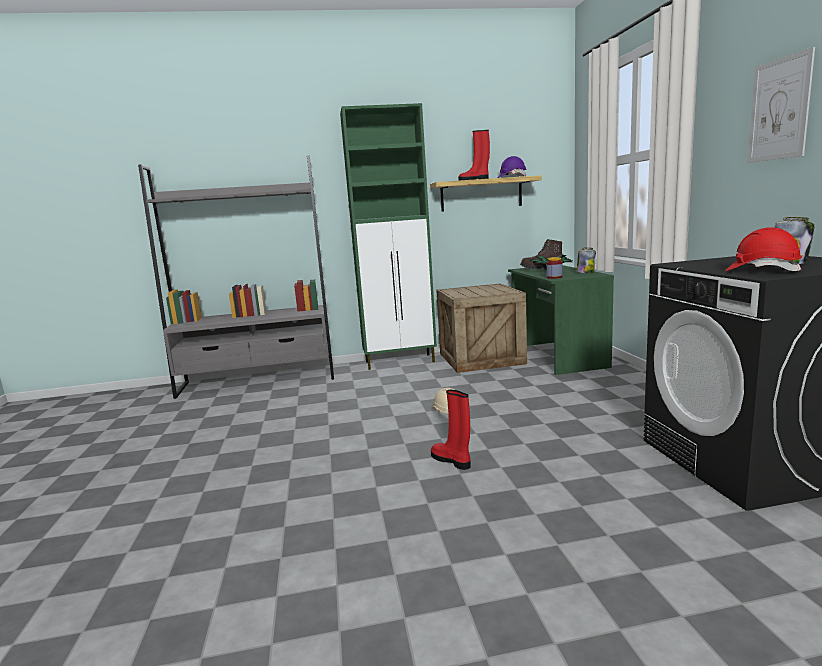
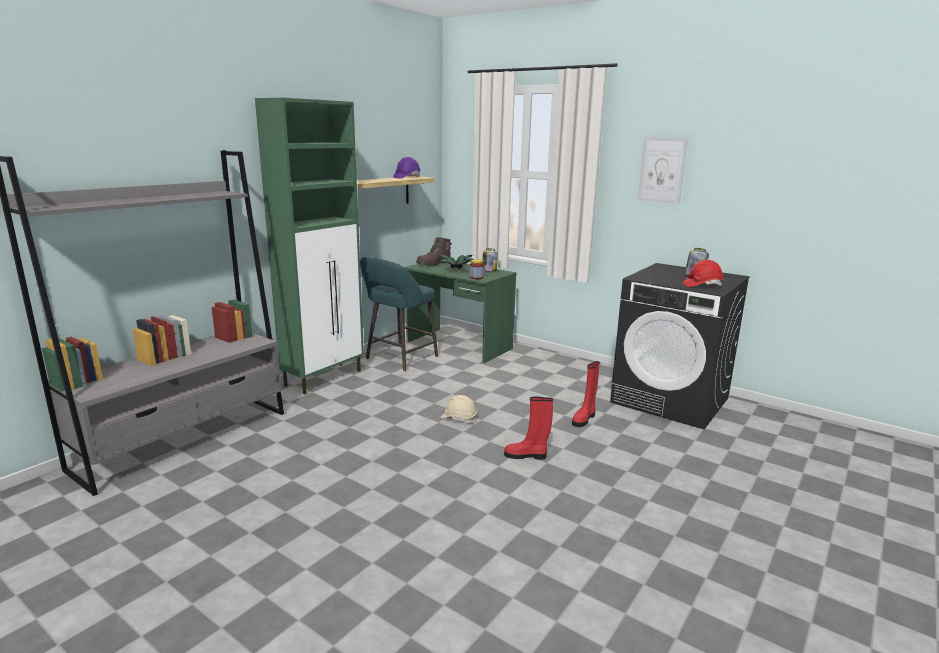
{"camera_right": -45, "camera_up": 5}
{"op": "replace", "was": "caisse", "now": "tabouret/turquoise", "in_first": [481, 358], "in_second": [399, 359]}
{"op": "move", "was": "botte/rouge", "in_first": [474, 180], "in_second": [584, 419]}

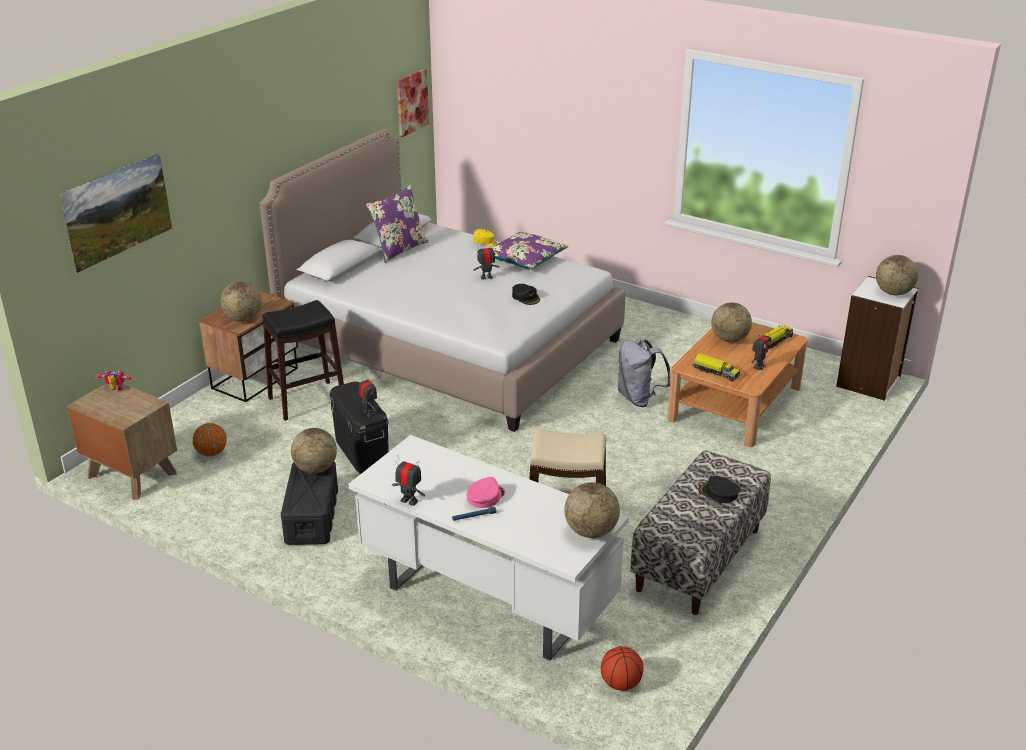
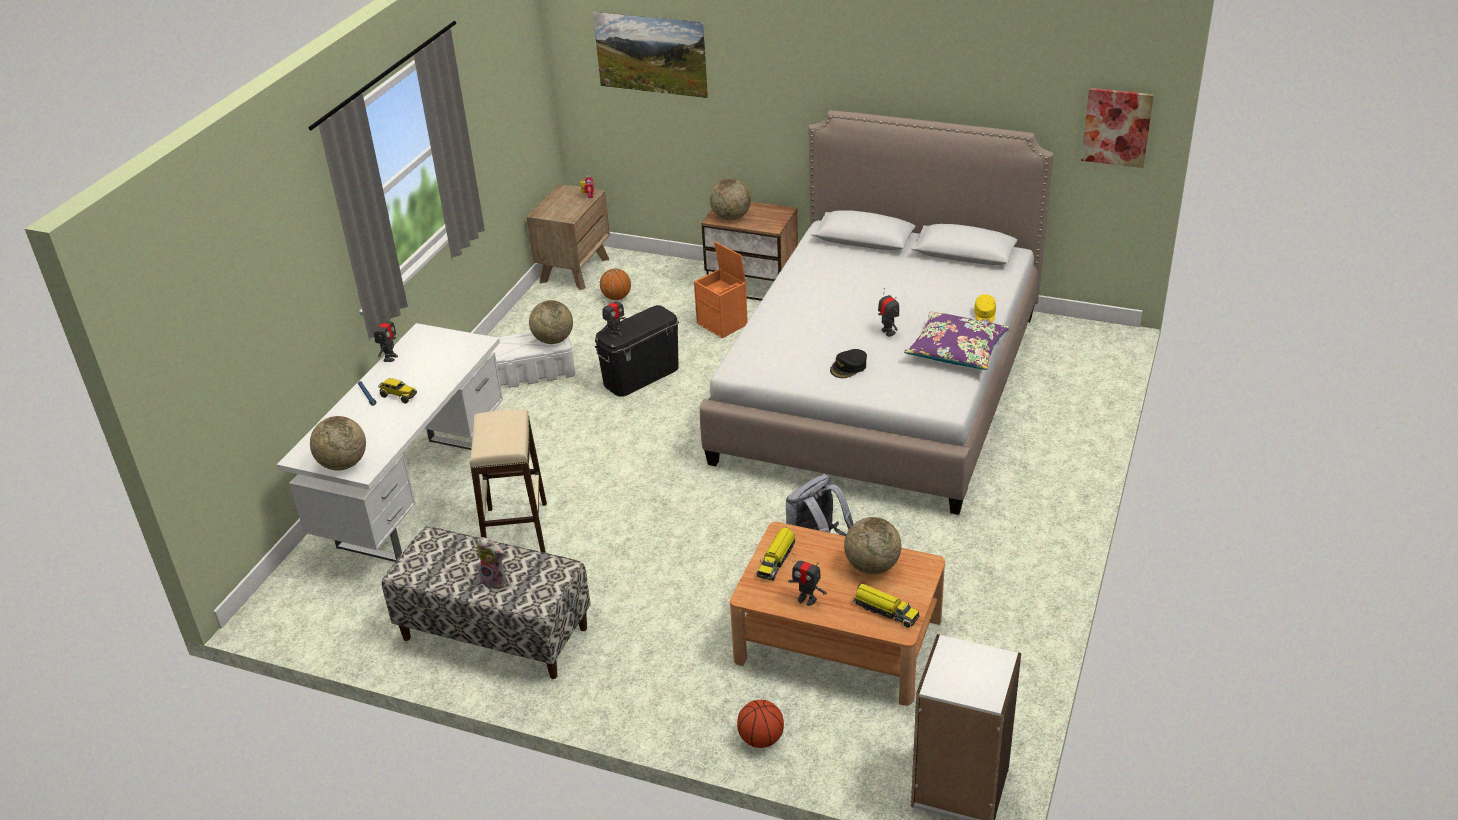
{"camera_right": 80, "camera_up": 5}
{"op": "replace", "was": "casquette/rose", "now": "camion jouet", "in_first": [485, 496], "in_second": [398, 396]}
{"op": "replace", "was": "casquette/noir", "now": "peluche", "in_first": [718, 493], "in_second": [495, 580]}
{"op": "recolor", "was": "boîte de rangement/noir", "now": "boîte de rangement/blanc", "in_first": [312, 516], "in_second": [531, 372]}
{"op": "replace", "was": "tabouret/noir", "now": "boîte de rangement/orange", "in_first": [307, 400], "in_second": [723, 324]}
{"op": "move", "was": "ballon de basket", "in_first": [620, 683], "in_second": [761, 739]}
{"op": "delete", "was": "coussin/violet", "in_first": [399, 249]}
{"op": "delete", "was": "globe", "in_first": [893, 293]}

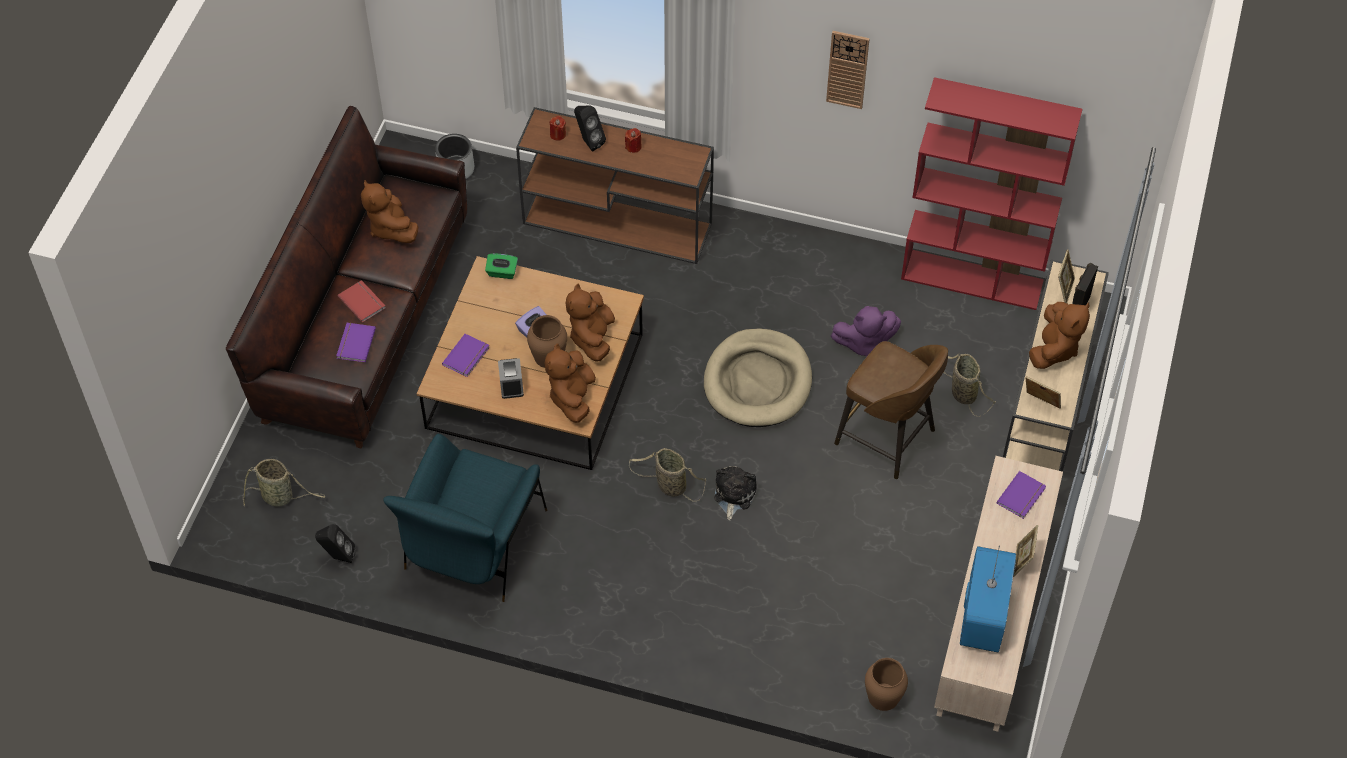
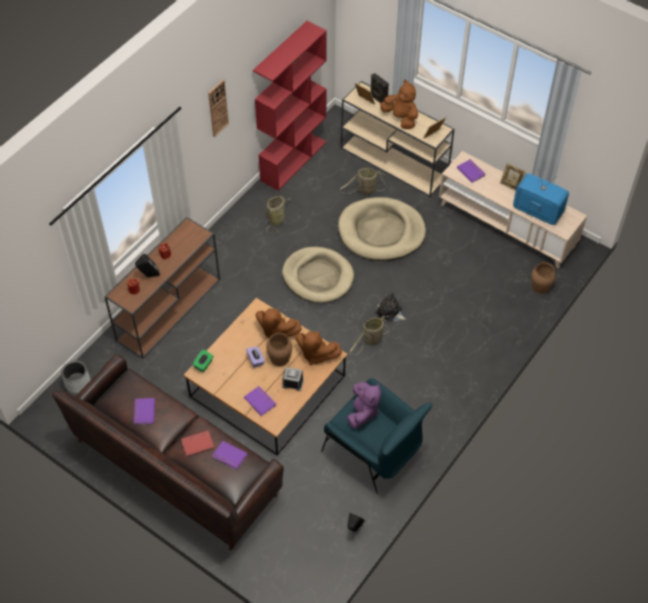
{"camera_right": -70, "camera_up": 0}
{"op": "replace", "was": "peluche/marron", "now": "livre/violet", "in_first": [391, 228], "in_second": [143, 412]}
{"op": "move", "was": "panier", "in_first": [280, 497], "in_second": [277, 219]}
{"op": "replace", "was": "tabouret/marron", "now": "panier pour chien/beige", "in_first": [887, 438], "in_second": [381, 232]}
{"op": "move", "was": "peluche/violet", "in_first": [864, 343], "in_second": [363, 412]}

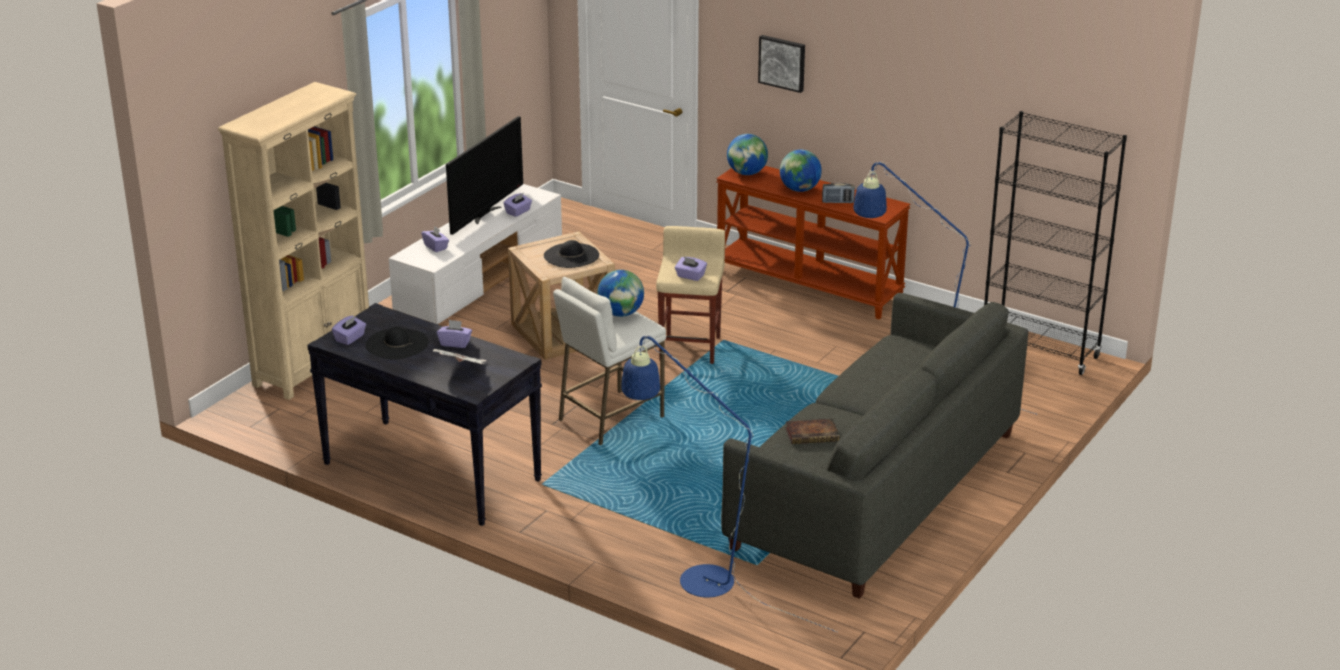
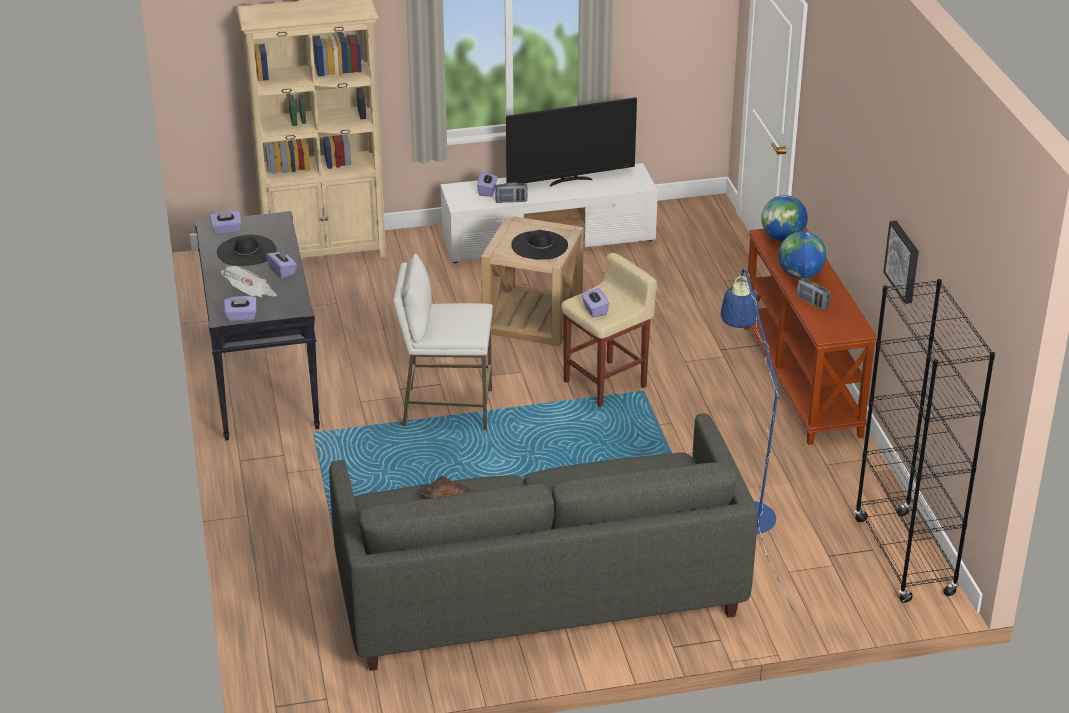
{"camera_right": 45, "camera_up": 5}
{"op": "move", "was": "boîte à mouchoirs/violet", "in_first": [518, 212], "in_second": [241, 317]}
{"op": "insert", "now": "radio", "in_second": [511, 201]}
{"op": "move", "was": "tableau", "in_first": [782, 62], "in_second": [904, 261]}
{"op": "delete", "was": "globe", "in_first": [621, 313]}
{"op": "delete", "was": "lampadaire/bleu", "in_first": [694, 576]}

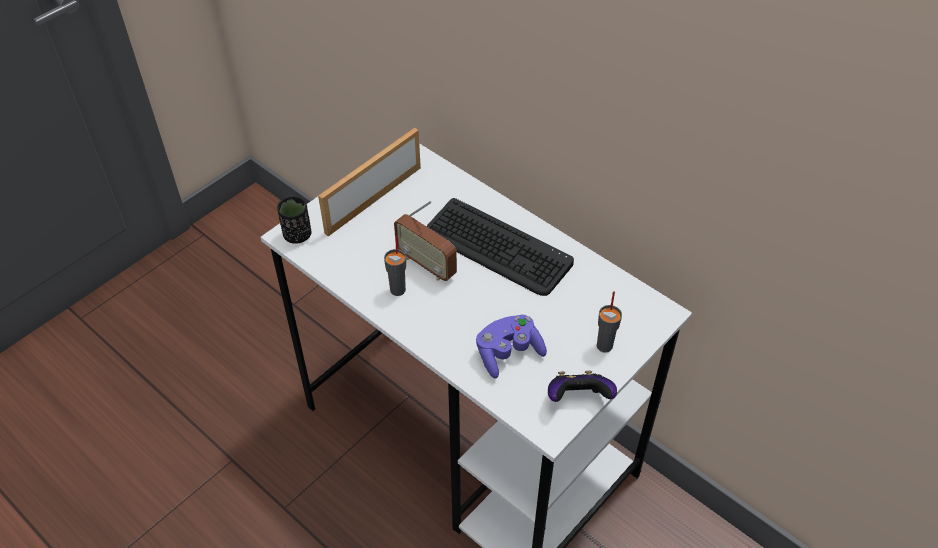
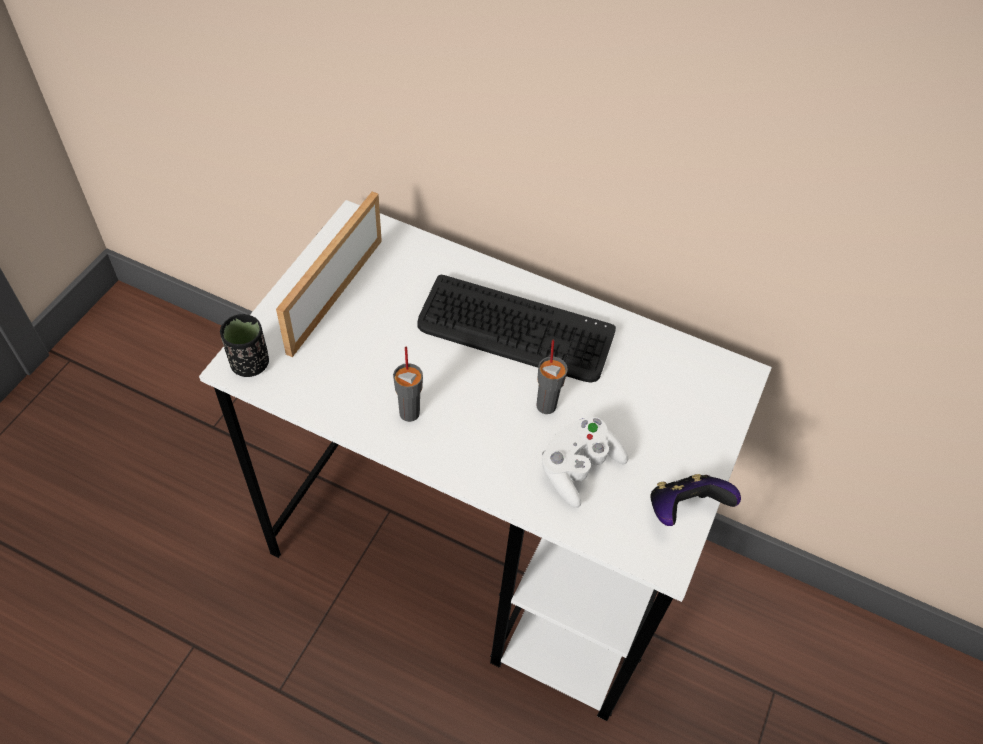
{"camera_right": -20, "camera_up": 5}
{"op": "move", "was": "tasse/gris", "in_first": [605, 345], "in_second": [546, 405]}
{"op": "recolor", "was": "manette/violet", "now": "manette/blanc", "in_first": [508, 353], "in_second": [578, 469]}
{"op": "delete", "was": "radio", "in_first": [426, 265]}

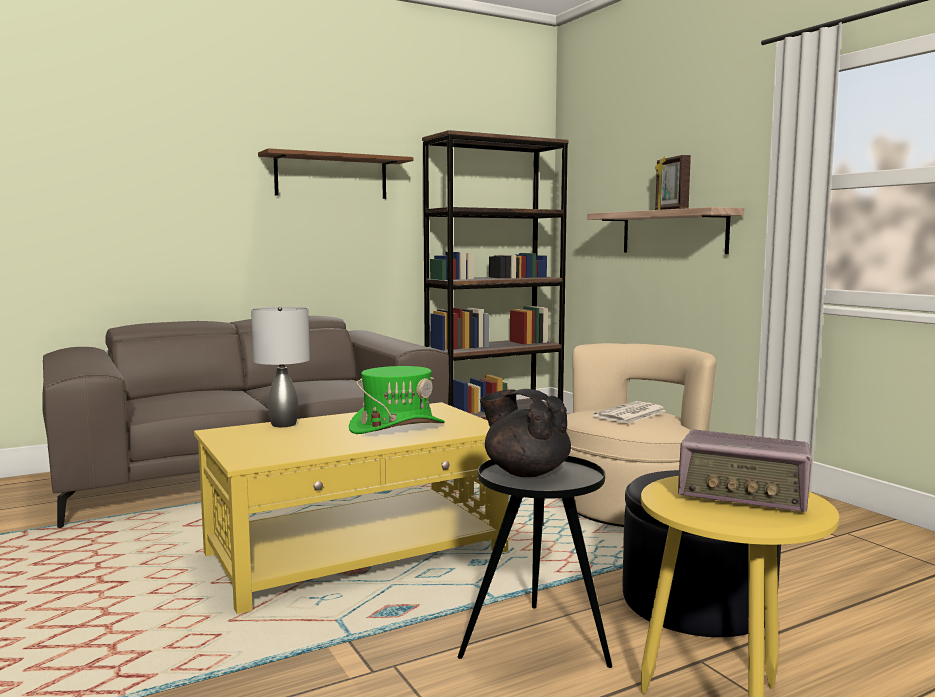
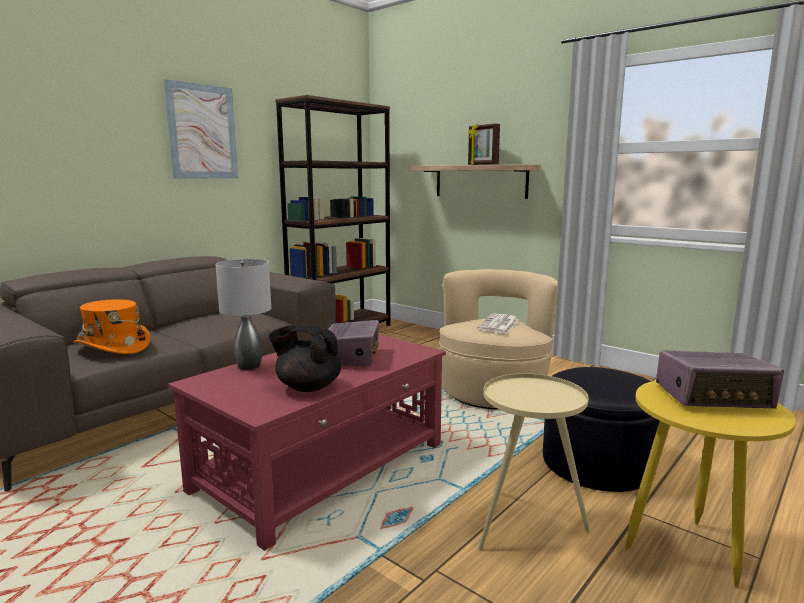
{"camera_right": -20, "camera_up": 5}
{"op": "insert", "now": "chapeau/orange", "in_second": [113, 347]}
{"op": "replace", "was": "étagère/marron", "now": "tableau", "in_first": [331, 176], "in_second": [202, 132]}
{"op": "recolor", "was": "table basse/jaune", "now": "table basse/rouge", "in_first": [358, 553], "in_second": [323, 467]}
{"op": "move", "was": "théière/noir", "in_first": [525, 472], "in_second": [307, 387]}
{"op": "replace", "was": "chapeau/vert", "now": "radio", "in_first": [397, 427], "in_second": [351, 357]}
{"op": "recolor", "was": "table d'appoint/noir", "now": "table d'appoint/beige", "in_first": [538, 646], "in_second": [526, 525]}

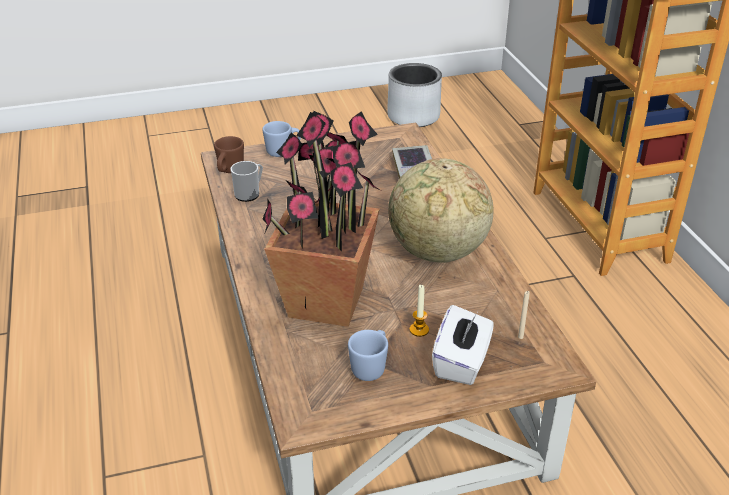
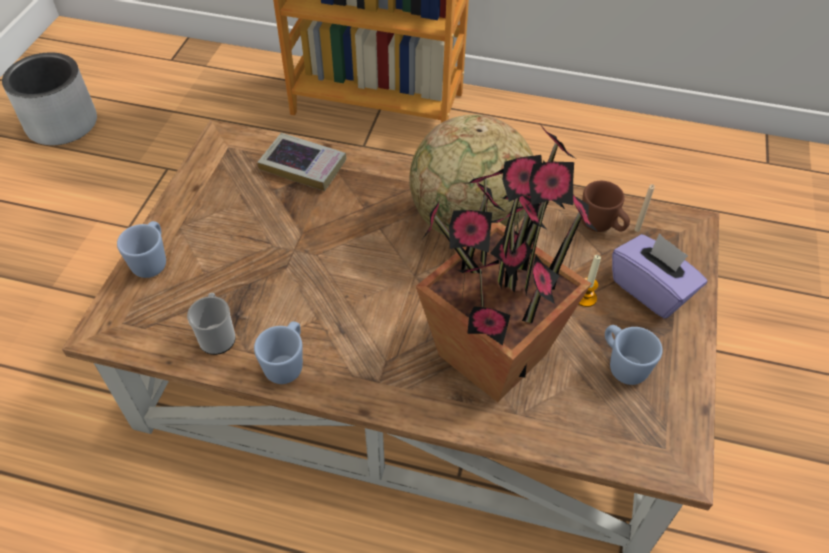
{"camera_right": -60, "camera_up": 15}
{"op": "insert", "now": "mug/bleu", "in_second": [287, 363]}
{"op": "move", "was": "mug/marron", "in_first": [229, 171], "in_second": [601, 226]}
{"op": "recolor", "was": "boîte à mouchoirs/blanc", "now": "boîte à mouchoirs/violet", "in_first": [461, 362], "in_second": [651, 289]}

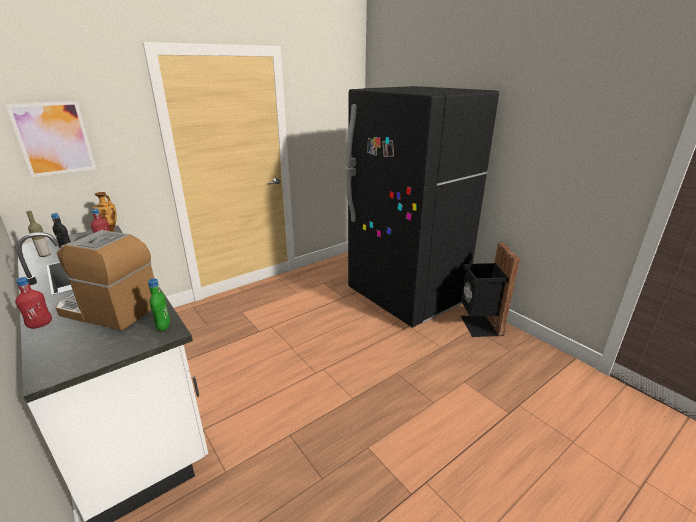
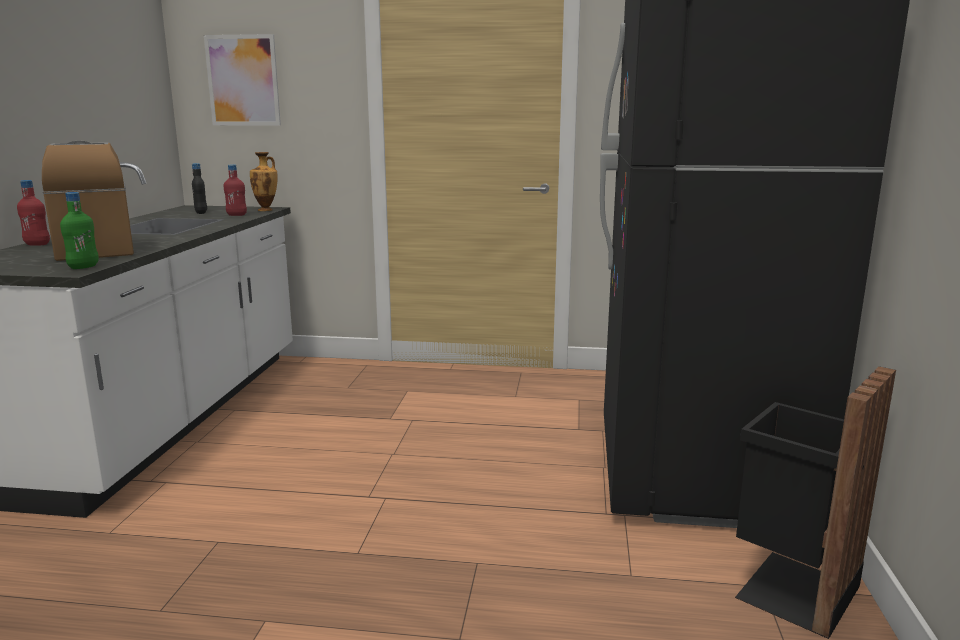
{"camera_right": 45, "camera_up": -10}
{"op": "delete", "was": "bouteille", "in_first": [45, 255]}

